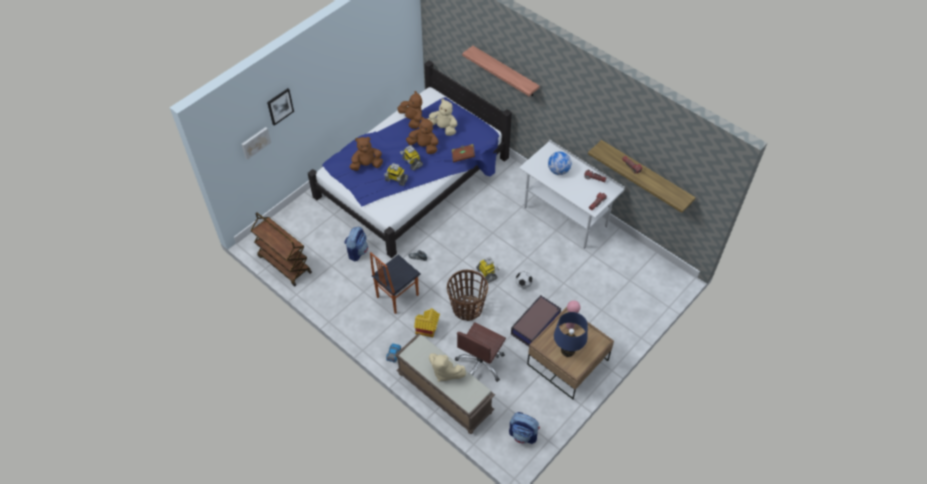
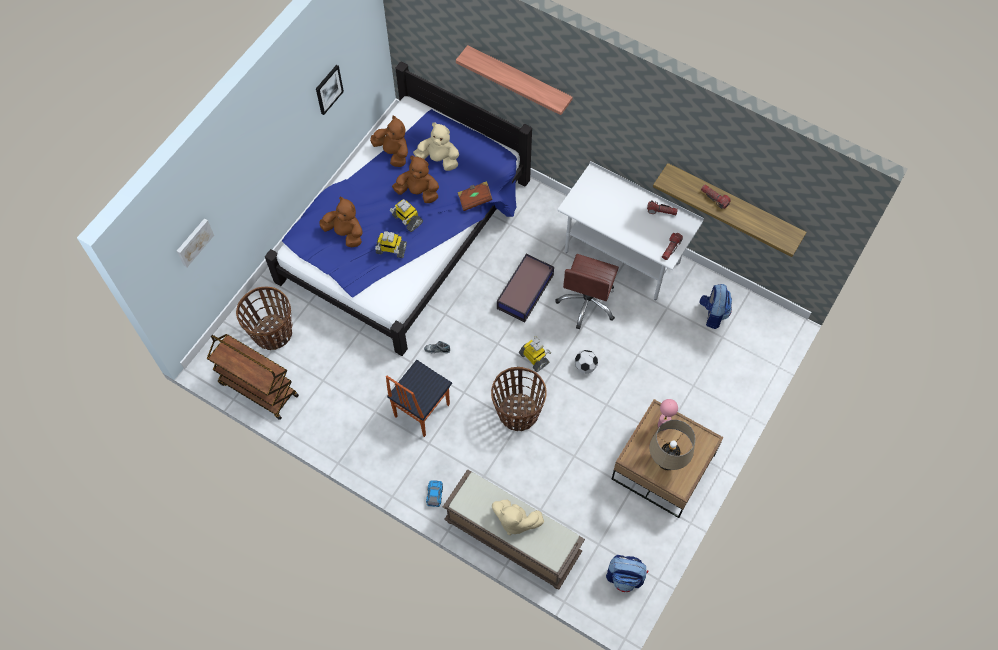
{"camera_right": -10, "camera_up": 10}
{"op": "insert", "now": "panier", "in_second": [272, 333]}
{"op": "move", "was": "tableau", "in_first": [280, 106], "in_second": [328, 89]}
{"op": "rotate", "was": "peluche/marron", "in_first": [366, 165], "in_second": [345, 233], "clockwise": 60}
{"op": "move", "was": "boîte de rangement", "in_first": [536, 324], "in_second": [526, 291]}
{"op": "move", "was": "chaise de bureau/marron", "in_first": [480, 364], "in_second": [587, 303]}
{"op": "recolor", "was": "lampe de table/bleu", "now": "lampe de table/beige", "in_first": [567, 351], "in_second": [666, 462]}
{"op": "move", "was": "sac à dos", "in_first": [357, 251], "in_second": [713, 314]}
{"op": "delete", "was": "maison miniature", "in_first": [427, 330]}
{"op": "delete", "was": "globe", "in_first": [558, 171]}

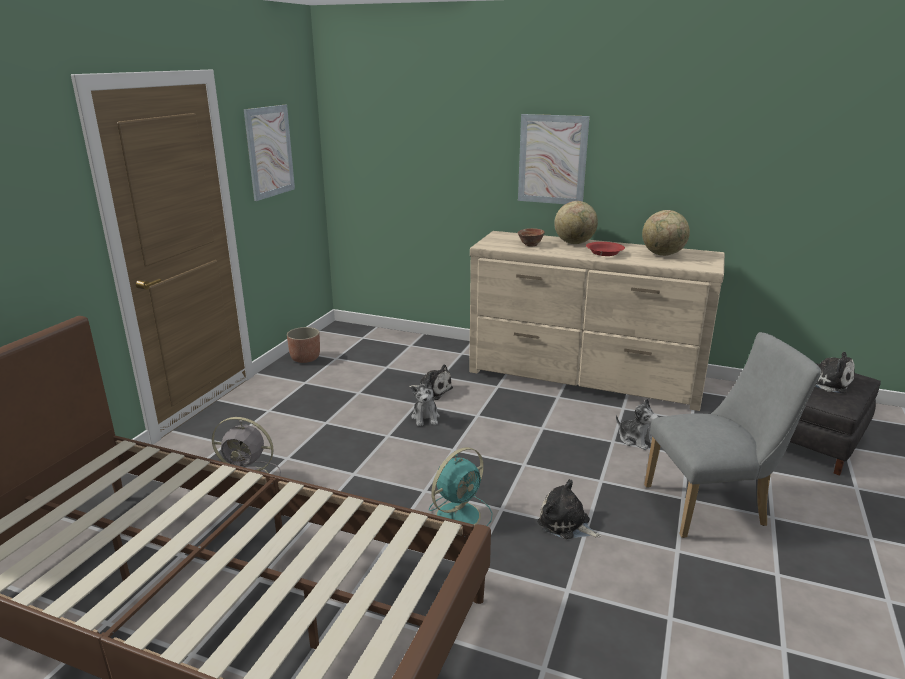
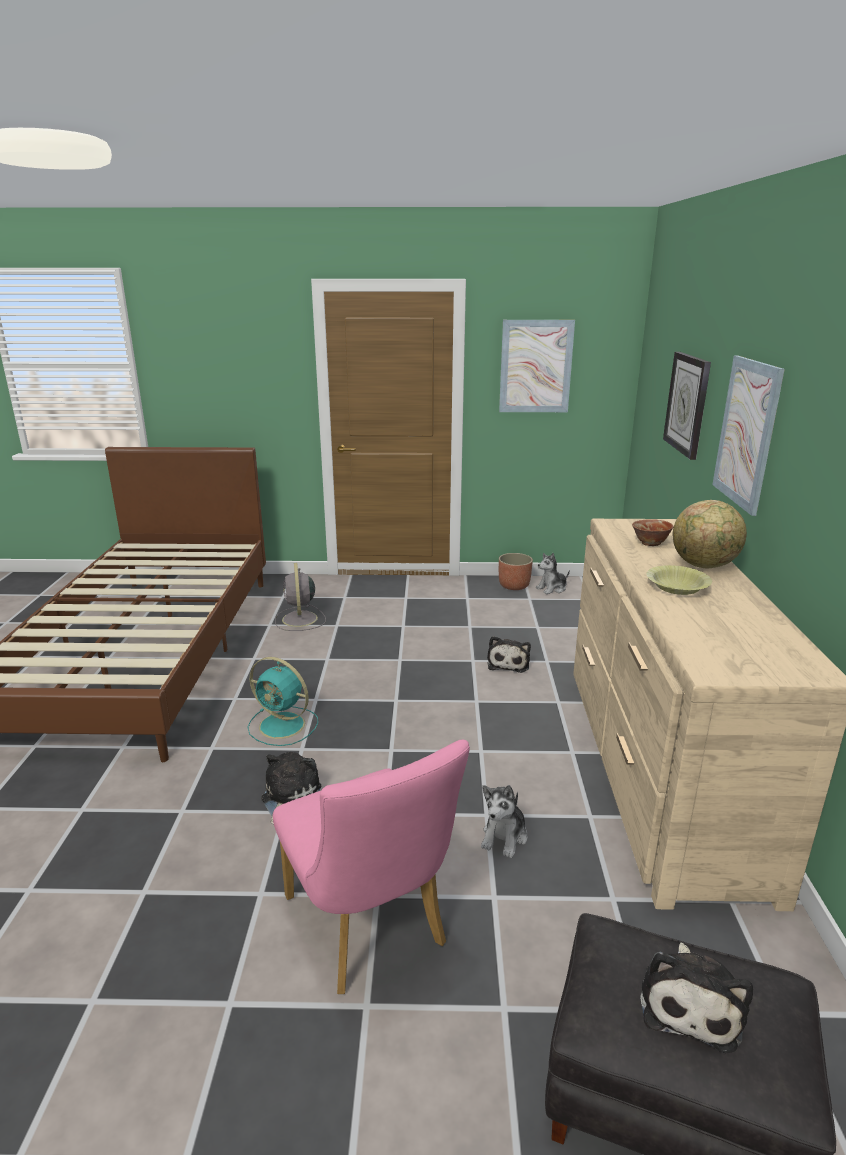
{"camera_right": 70, "camera_up": 0}
{"op": "recolor", "was": "chaise/gris", "now": "chaise/rose", "in_first": [712, 505], "in_second": [370, 929]}
{"op": "move", "was": "peluche", "in_first": [425, 418], "in_second": [552, 588]}
{"op": "recolor", "was": "bol/rouge", "now": "bol/jaune", "in_first": [604, 253], "in_second": [676, 588]}
{"op": "insert", "now": "horloge murale", "in_second": [687, 403]}
{"op": "delete", "was": "globe", "in_first": [663, 254]}

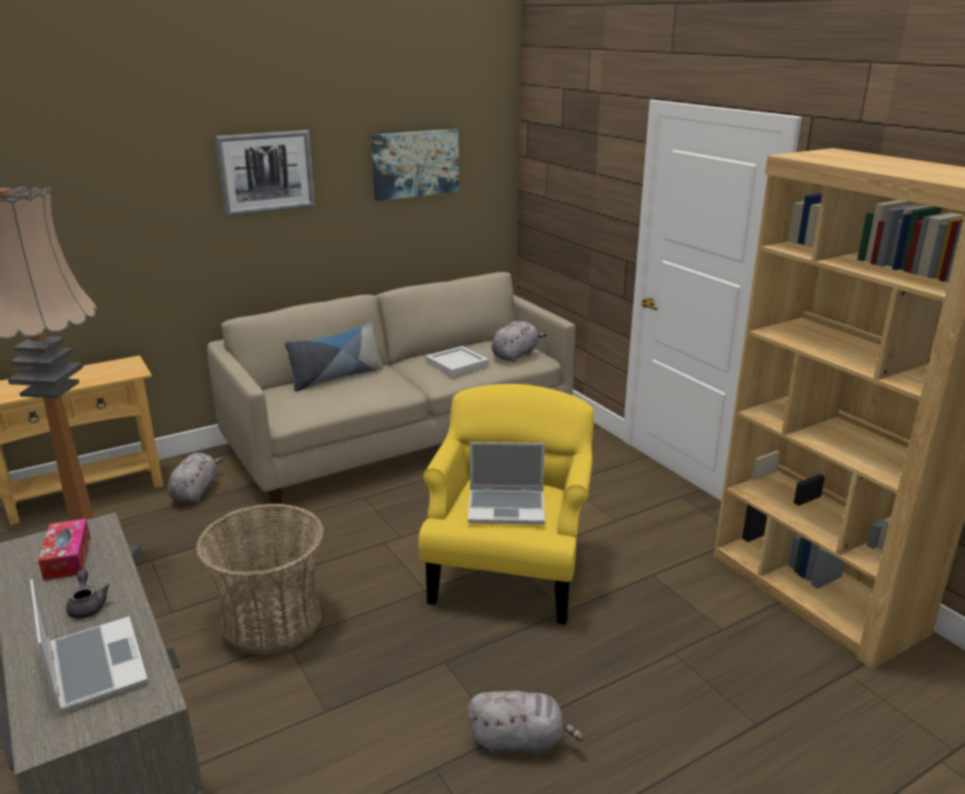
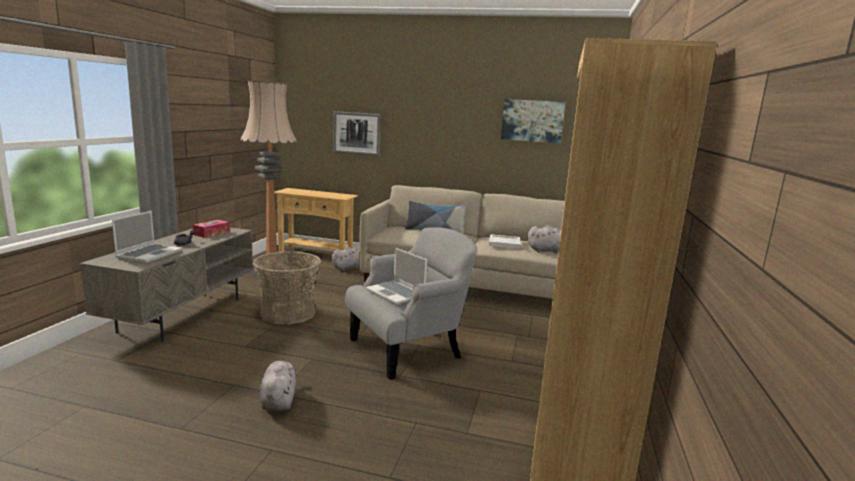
{"camera_right": 45, "camera_up": -10}
{"op": "rotate", "was": "peluche/gris", "in_first": [520, 741], "in_second": [278, 400], "clockwise": -150}
{"op": "move", "was": "tableau", "in_first": [266, 172], "in_second": [357, 133]}
{"op": "recolor", "was": "fauteuil/jaune", "now": "fauteuil/gris", "in_first": [509, 572], "in_second": [408, 348]}

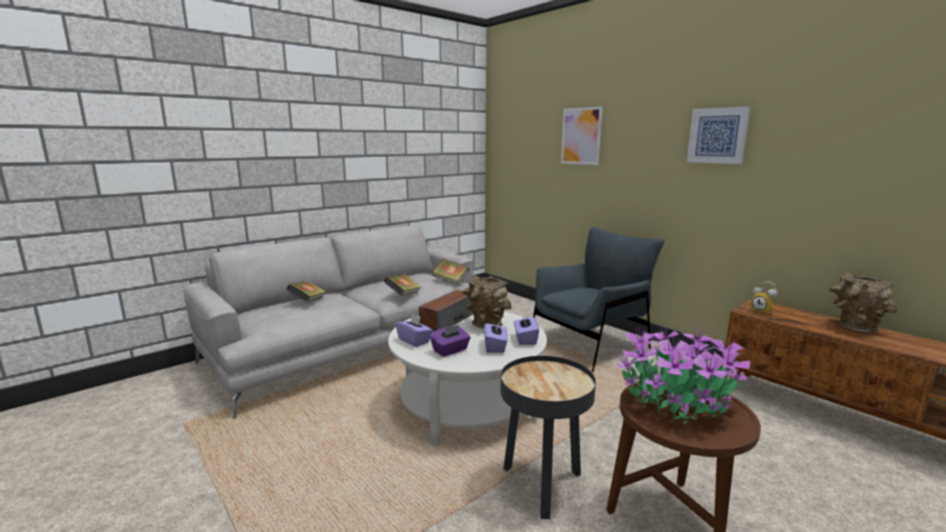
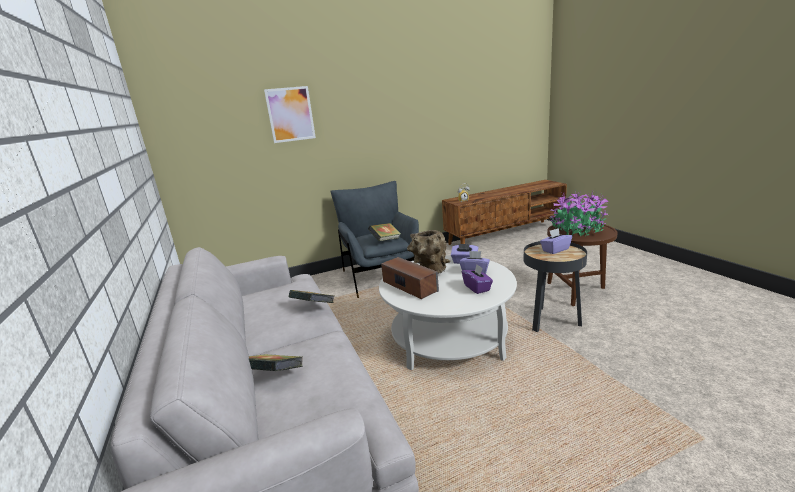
{"camera_right": -70, "camera_up": 5}
{"op": "move", "was": "livre", "in_first": [450, 281], "in_second": [385, 240]}
{"op": "move", "was": "boîte à mouchoirs/violet", "in_first": [414, 341], "in_second": [555, 250]}
{"op": "delete", "was": "tableau", "in_first": [717, 135]}
{"op": "delete", "was": "vase/marron", "in_first": [854, 327]}

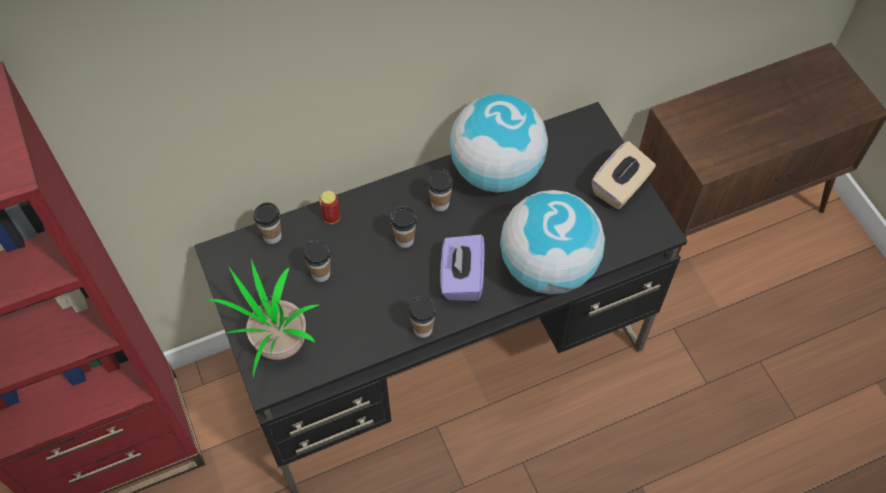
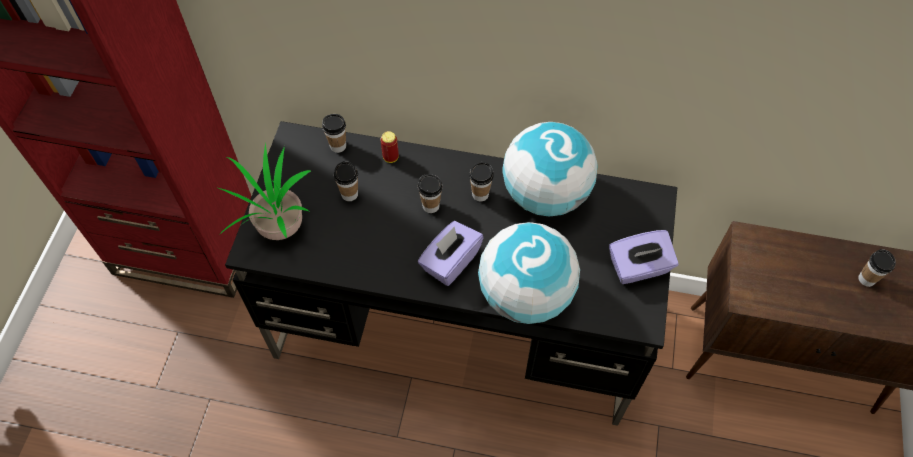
{"camera_right": 35, "camera_up": 0}
{"op": "recolor", "was": "boîte à mouchoirs/beige", "now": "boîte à mouchoirs/violet", "in_first": [620, 188], "in_second": [639, 267]}
{"op": "move", "was": "tasse", "in_first": [423, 329], "in_second": [866, 279]}

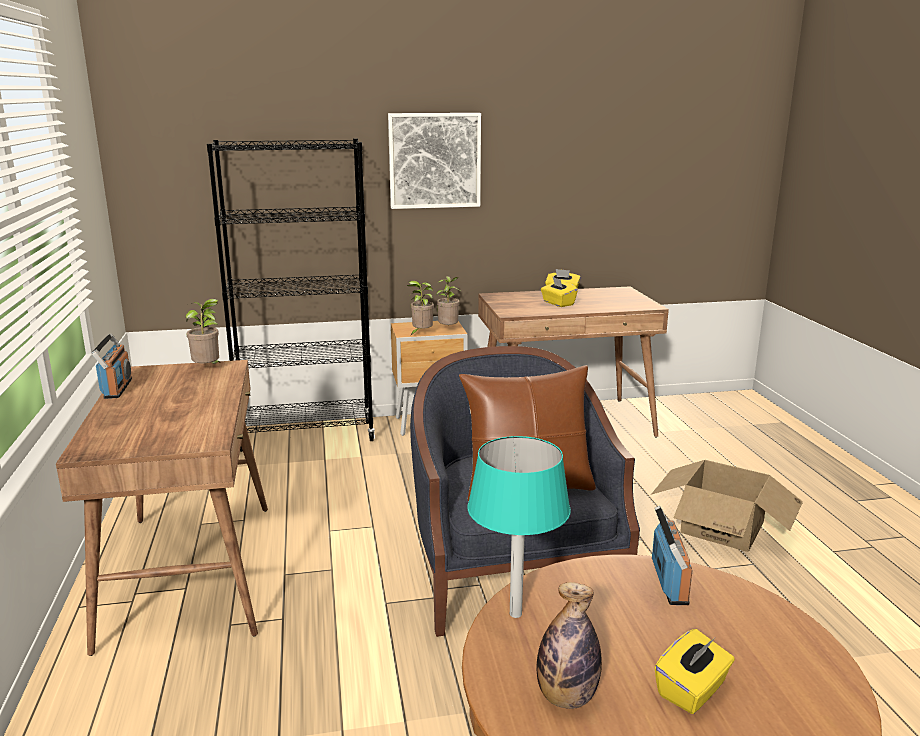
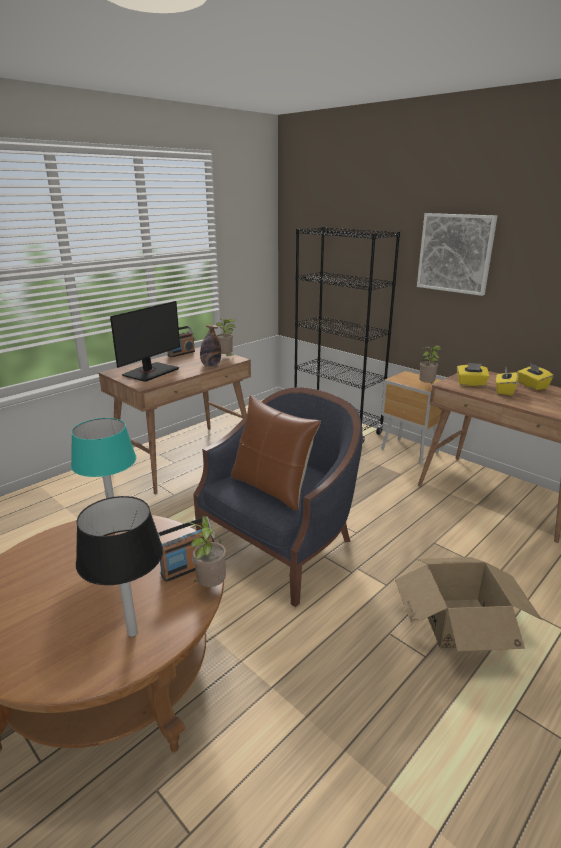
{"camera_right": 55, "camera_up": 5}
{"op": "insert", "now": "lampe de table/noir", "in_second": [132, 633]}
{"op": "insert", "now": "écran d'ordinateur", "in_second": [150, 372]}
{"op": "move", "was": "plante en pot", "in_first": [421, 334], "in_second": [209, 586]}
{"op": "move", "was": "bouteille", "in_first": [566, 697], "in_second": [211, 365]}
{"op": "move", "was": "boîte à mouchoirs/jaune", "in_first": [692, 690], "in_second": [471, 384]}

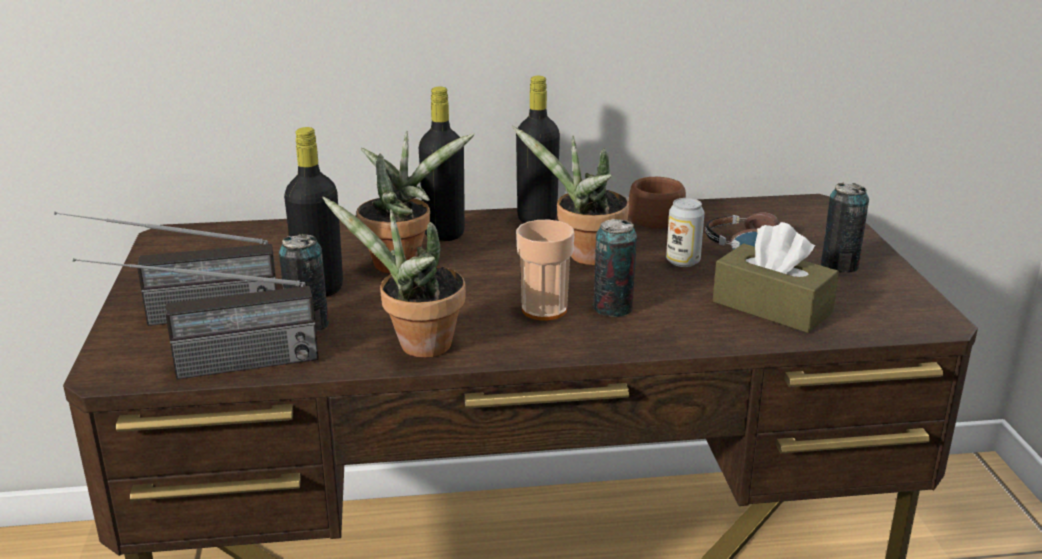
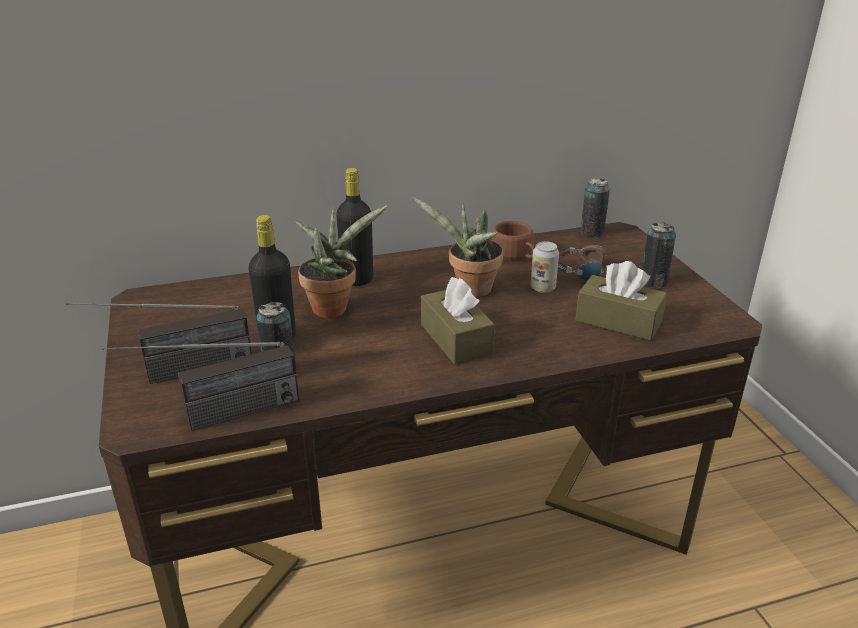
{"camera_right": -10, "camera_up": 5}
{"op": "replace", "was": "tasse", "now": "boîte à mouchoirs/marron", "in_first": [544, 310], "in_second": [456, 339]}
{"op": "move", "was": "boîte métallique", "in_first": [613, 308], "in_second": [592, 232]}
{"op": "delete", "was": "plante en pot", "in_first": [417, 346]}
{"op": "delete", "was": "bouteille/noir", "in_first": [537, 219]}

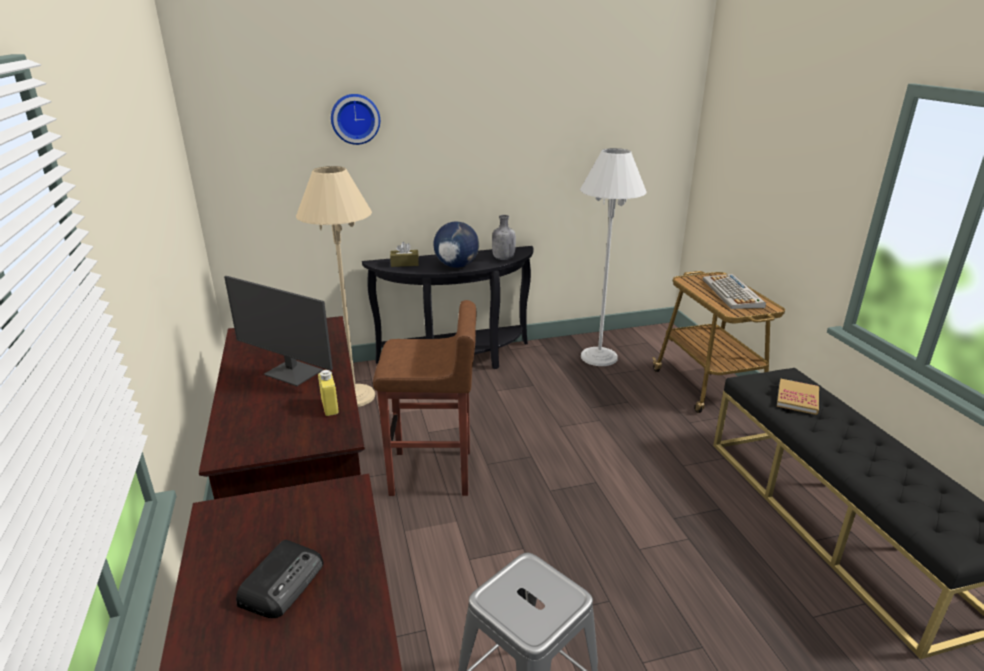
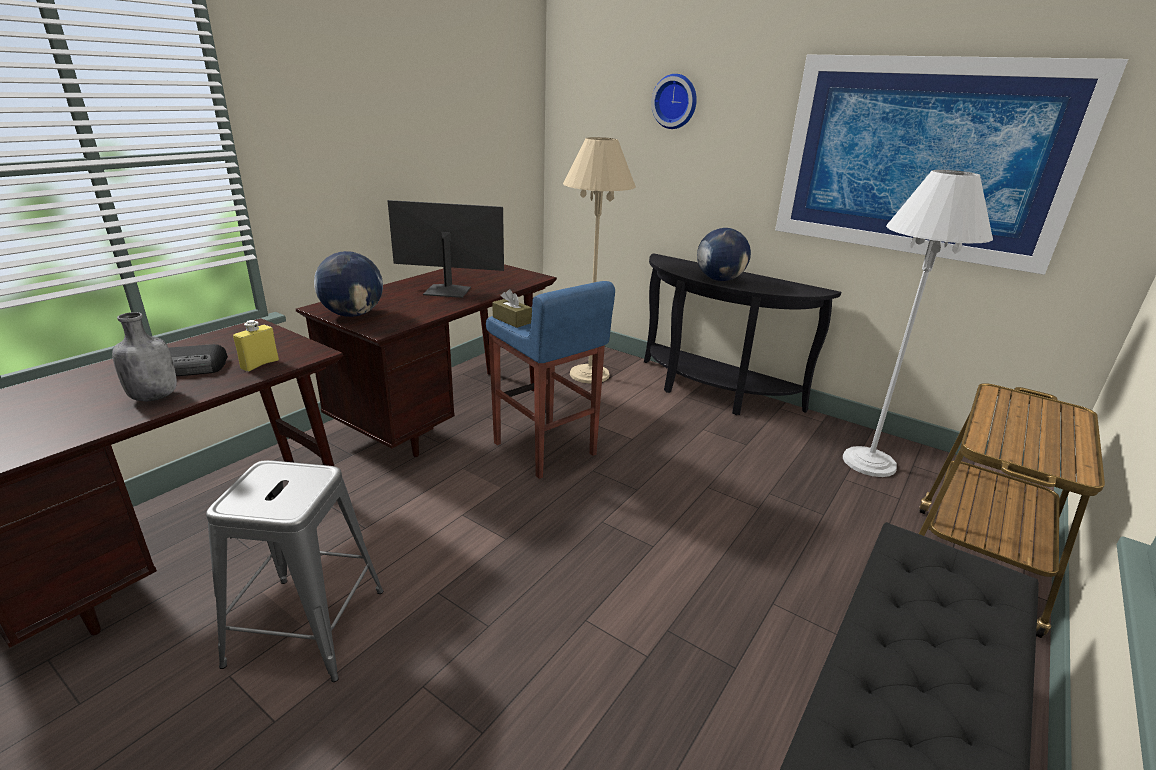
{"camera_right": 50, "camera_up": 0}
{"op": "move", "was": "bouteille/gris", "in_first": [503, 258], "in_second": [154, 396]}
{"op": "move", "was": "bouteille/jaune", "in_first": [330, 407], "in_second": [260, 364]}
{"op": "insert", "now": "globe", "in_second": [353, 314]}
{"op": "rotate", "was": "écran d'ordinateur", "in_first": [292, 373], "in_second": [447, 291], "clockwise": 105}
{"op": "recolor", "was": "tabouret/marron", "now": "tabouret/bleu", "in_first": [432, 473], "in_second": [544, 450]}
{"op": "move", "was": "boîte à mouchoirs/marron", "in_first": [404, 263], "in_second": [512, 320]}
{"op": "insert", "now": "tableau", "in_second": [922, 159]}
{"op": "delete", "was": "clavier", "in_first": [733, 293]}
{"op": "delete", "was": "livre", "in_first": [797, 398]}

